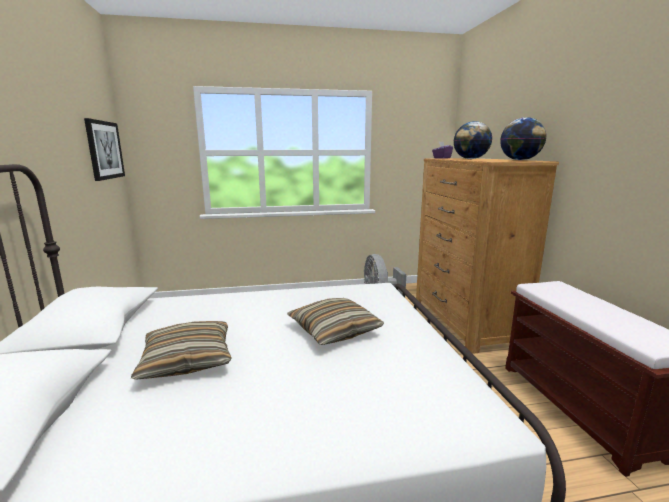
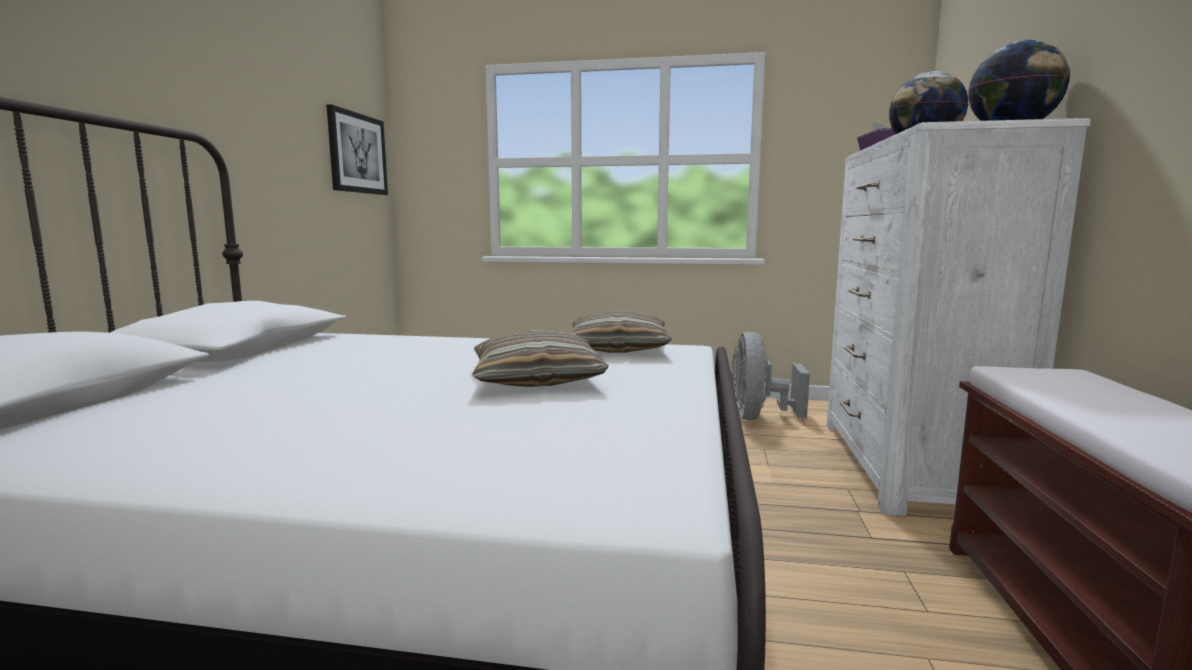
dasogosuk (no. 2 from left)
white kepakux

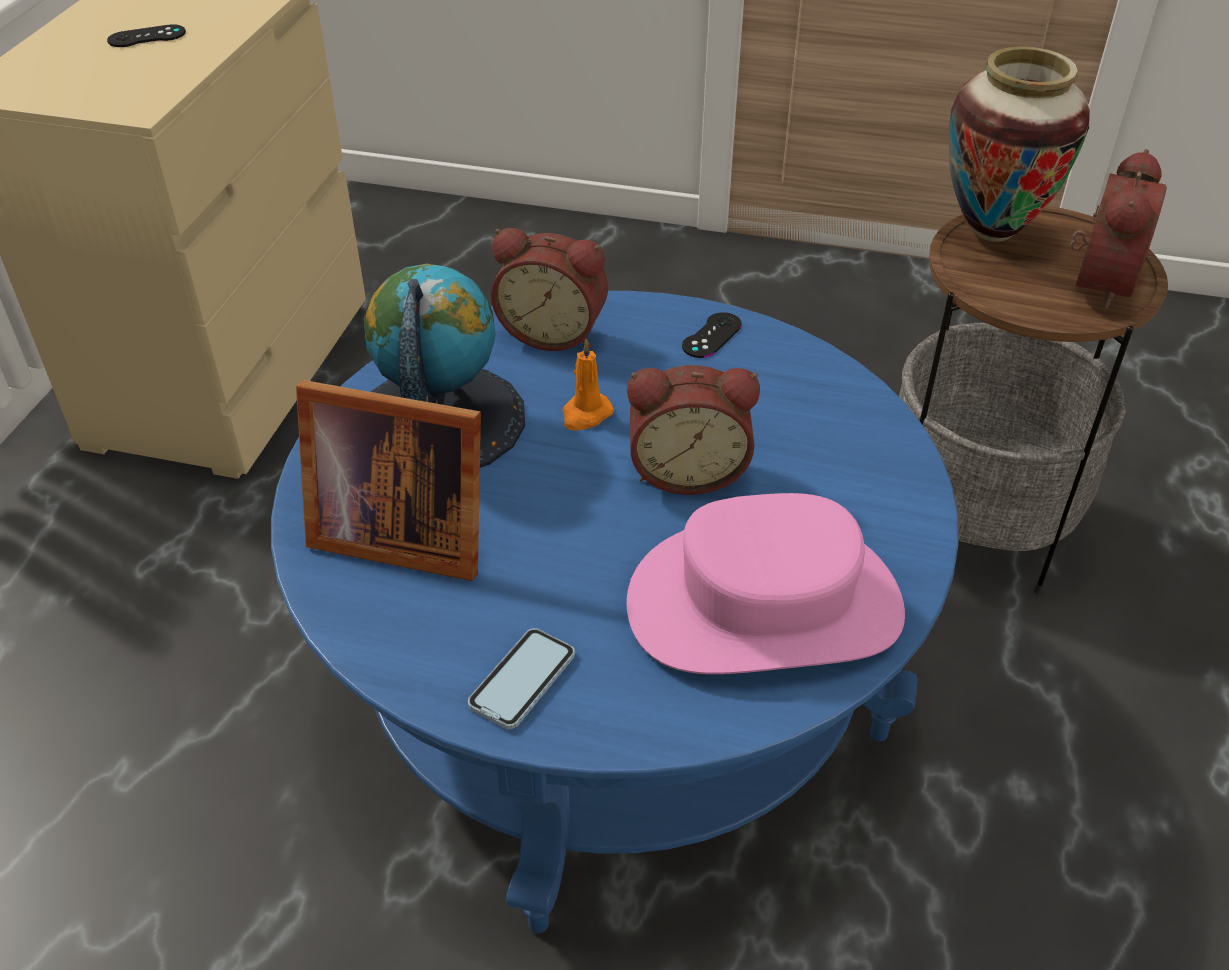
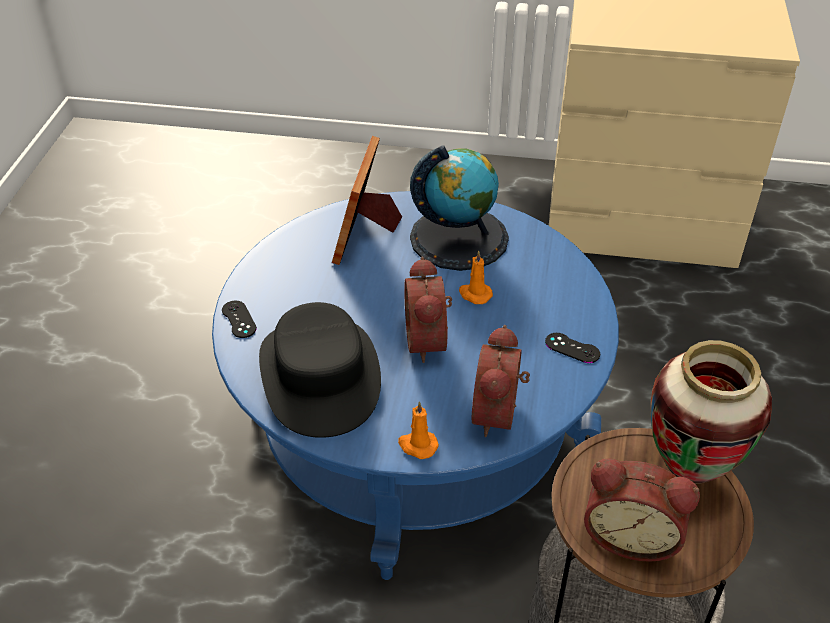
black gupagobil (no. 1 from left)
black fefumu
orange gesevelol (no. 1 from left)
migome (no. 2 from left)
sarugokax

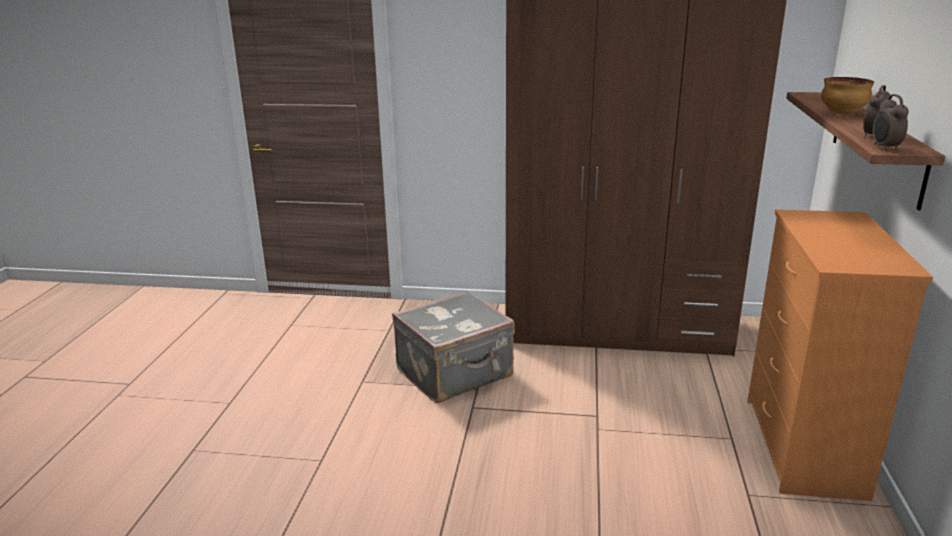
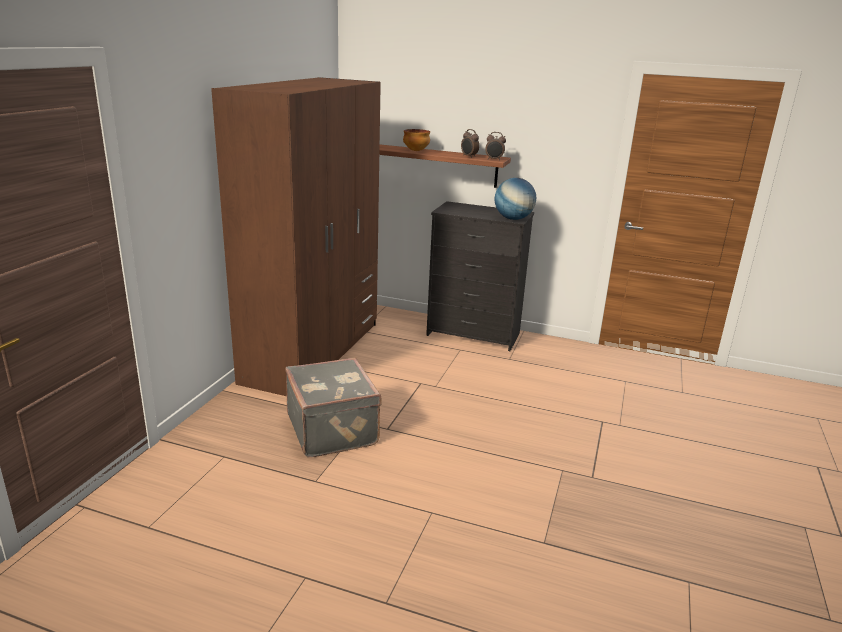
black kepakux
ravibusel

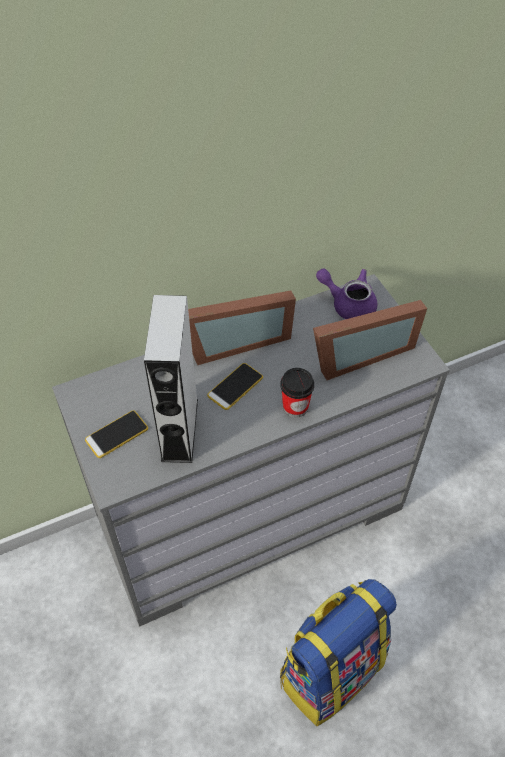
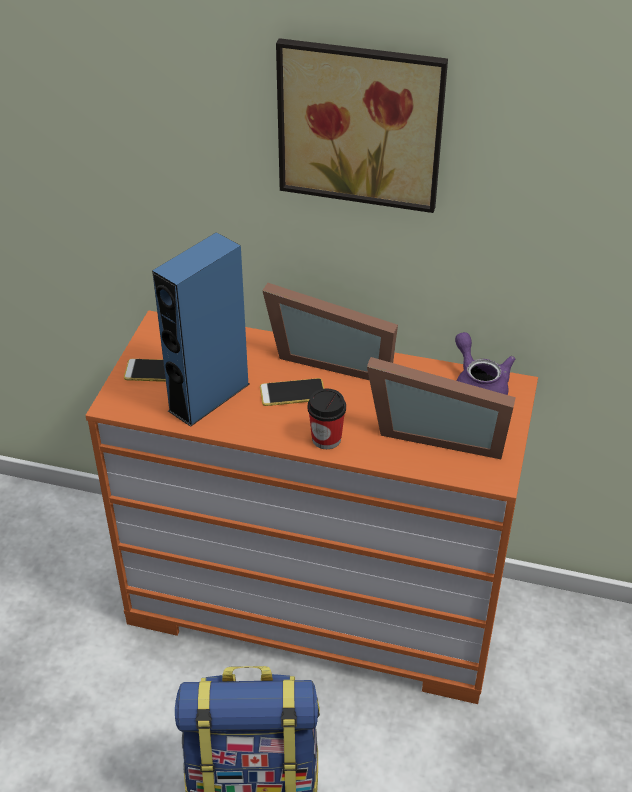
orange kepakux
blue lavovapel
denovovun

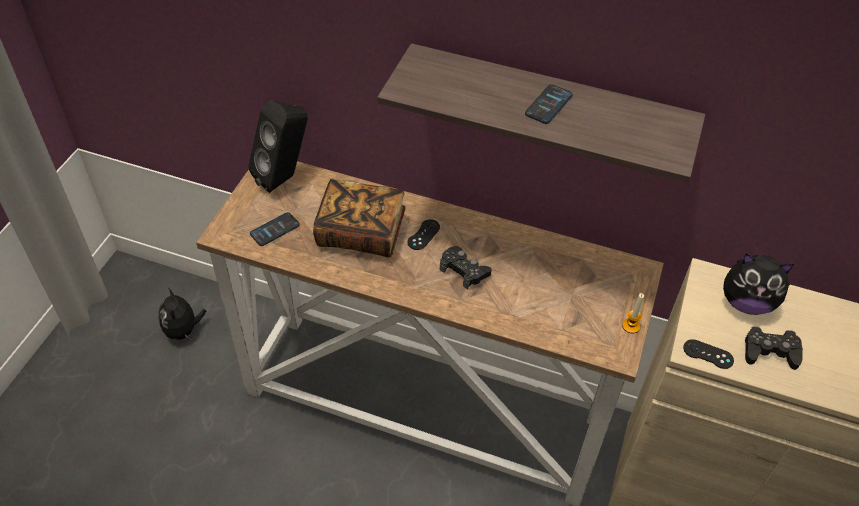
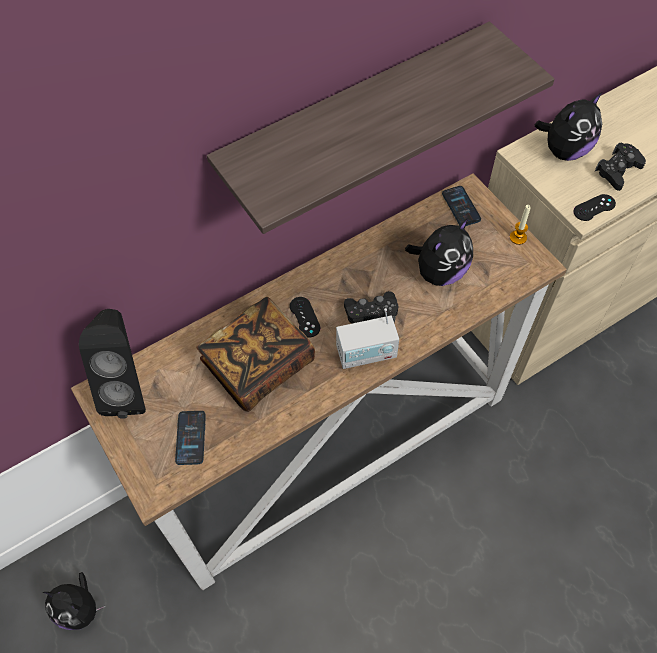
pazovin
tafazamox (no. 2 from left)
sarugokax (no. 2 from left)

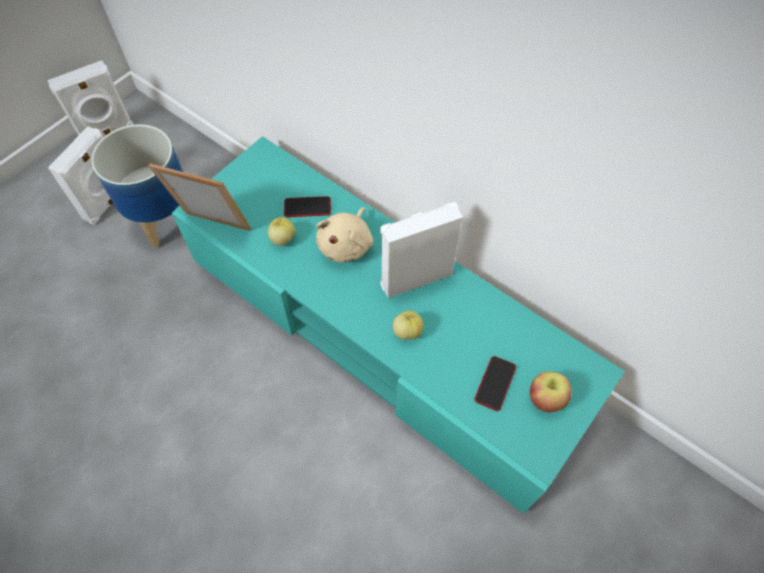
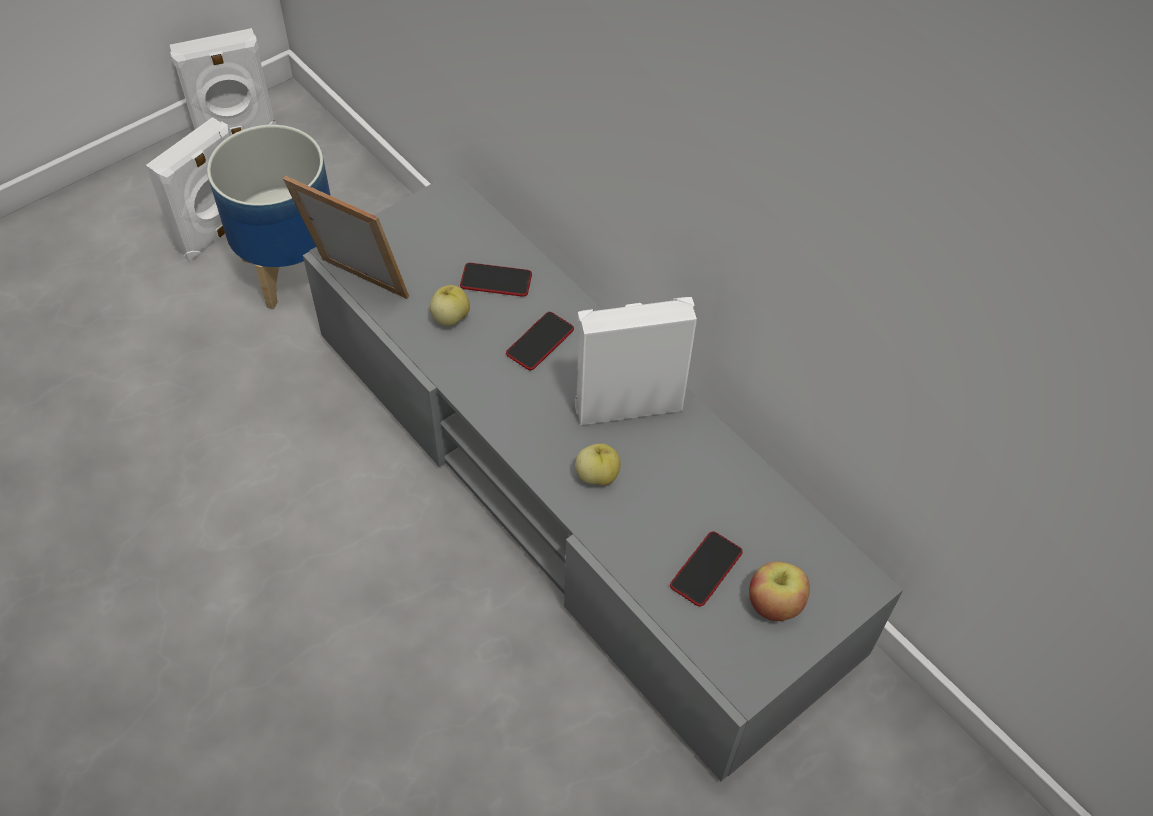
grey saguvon
sarugokax (no. 2 from left)

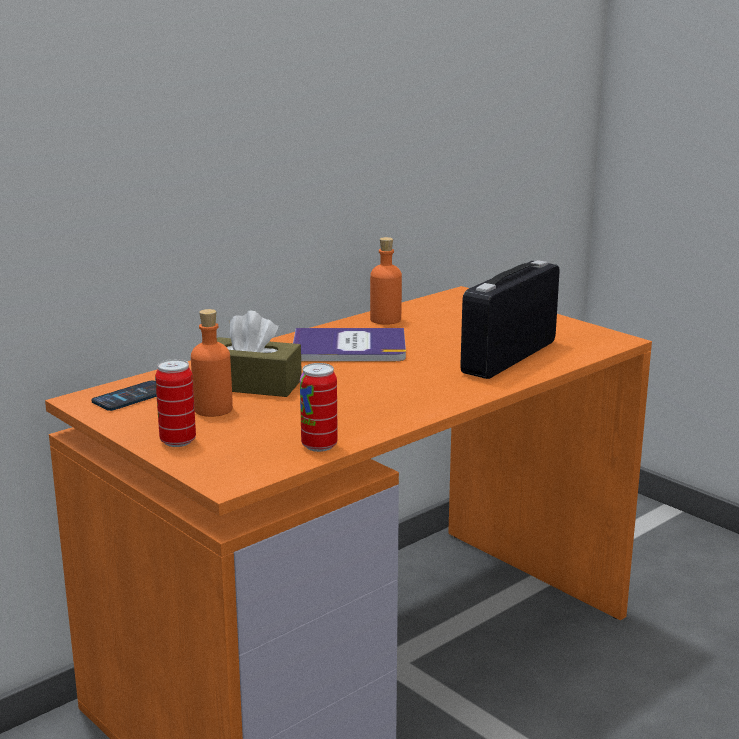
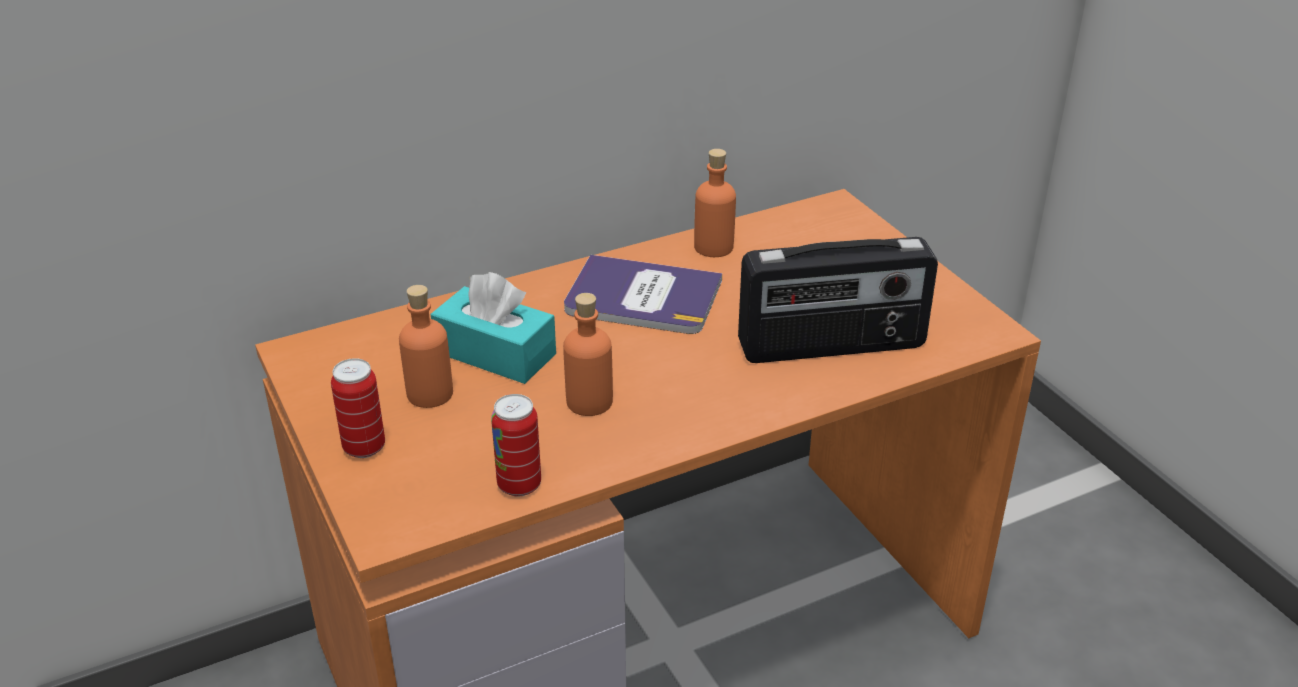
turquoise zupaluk
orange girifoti (no. 2 from left)
pazovin
sarugokax

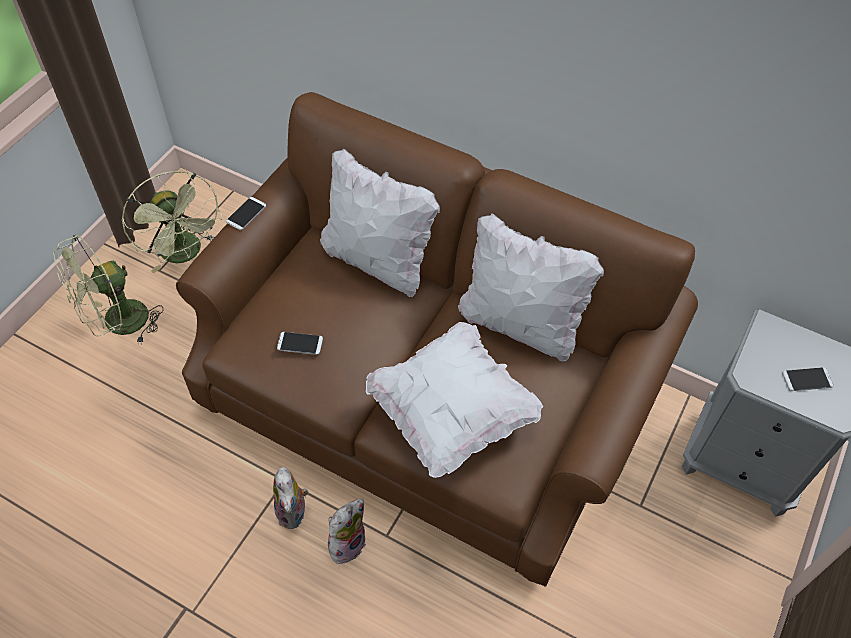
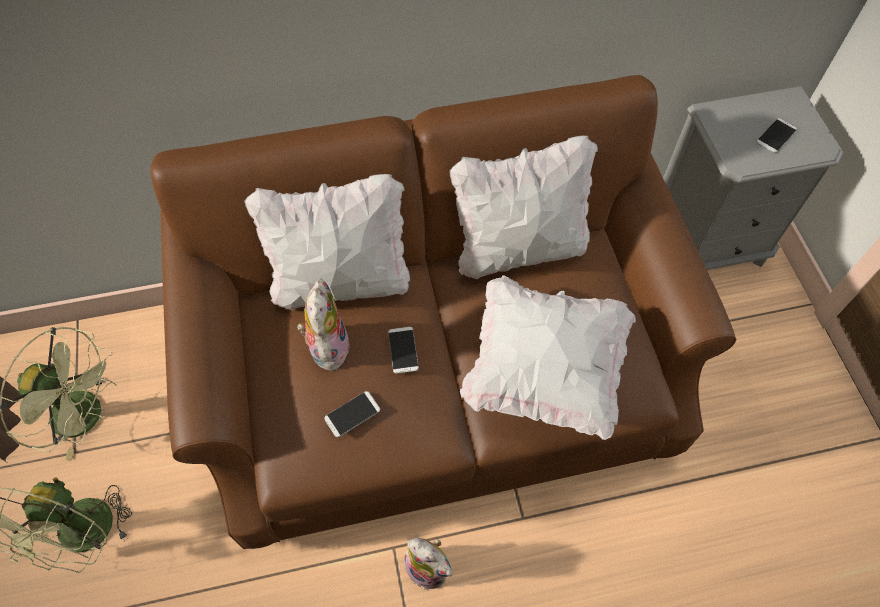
tafazamox (no. 1 from left)
sarugokax (no. 2 from left)

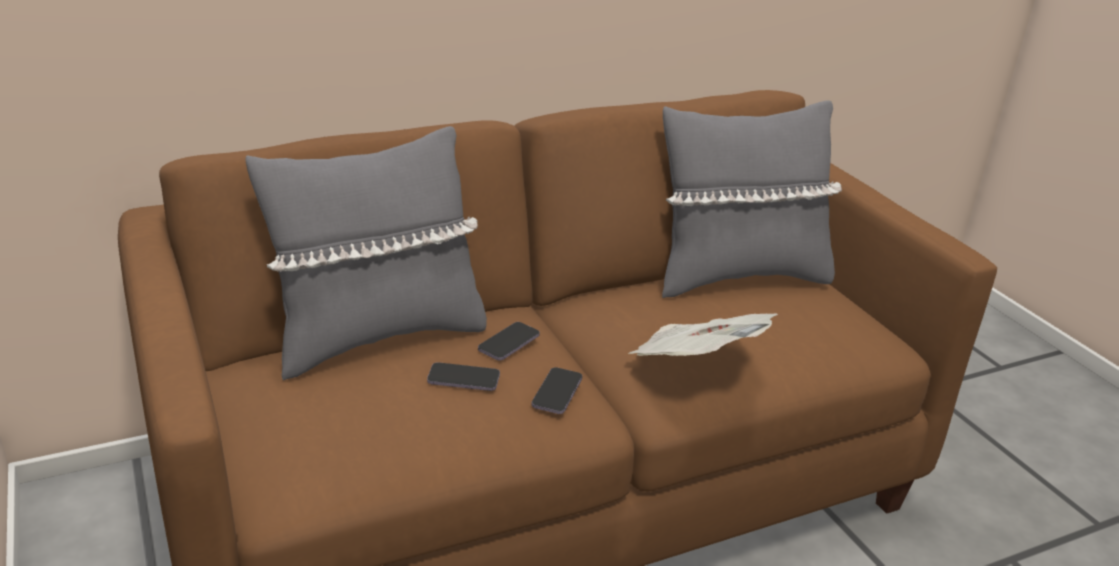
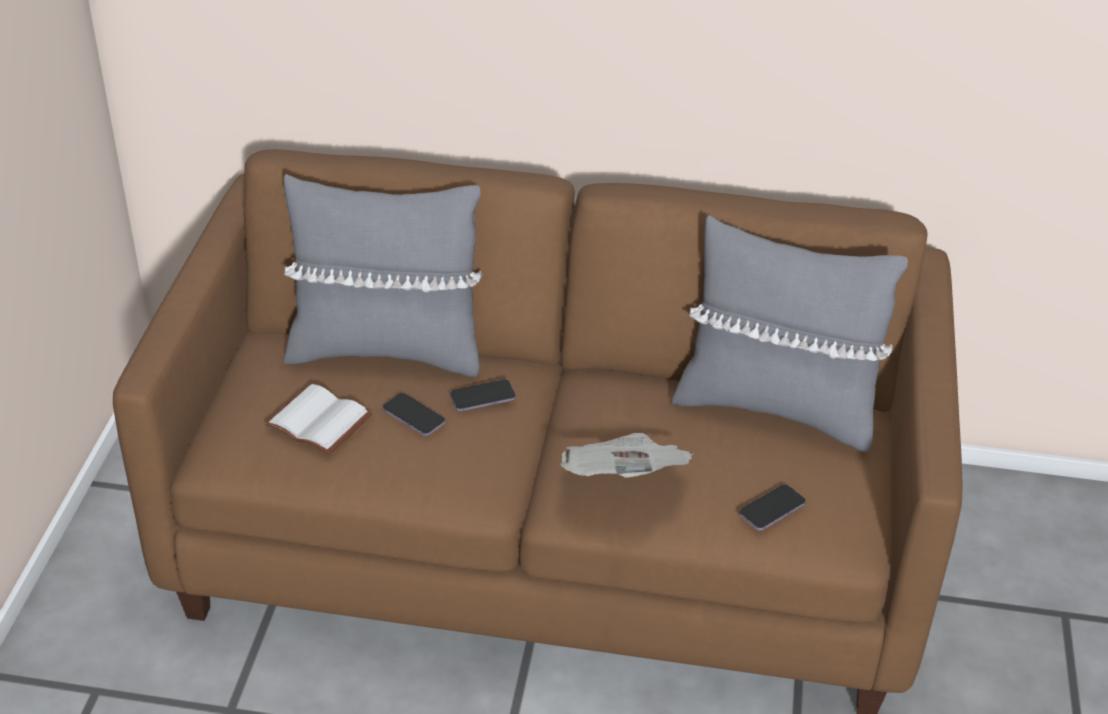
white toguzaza
sarugokax (no. 3 from left)

